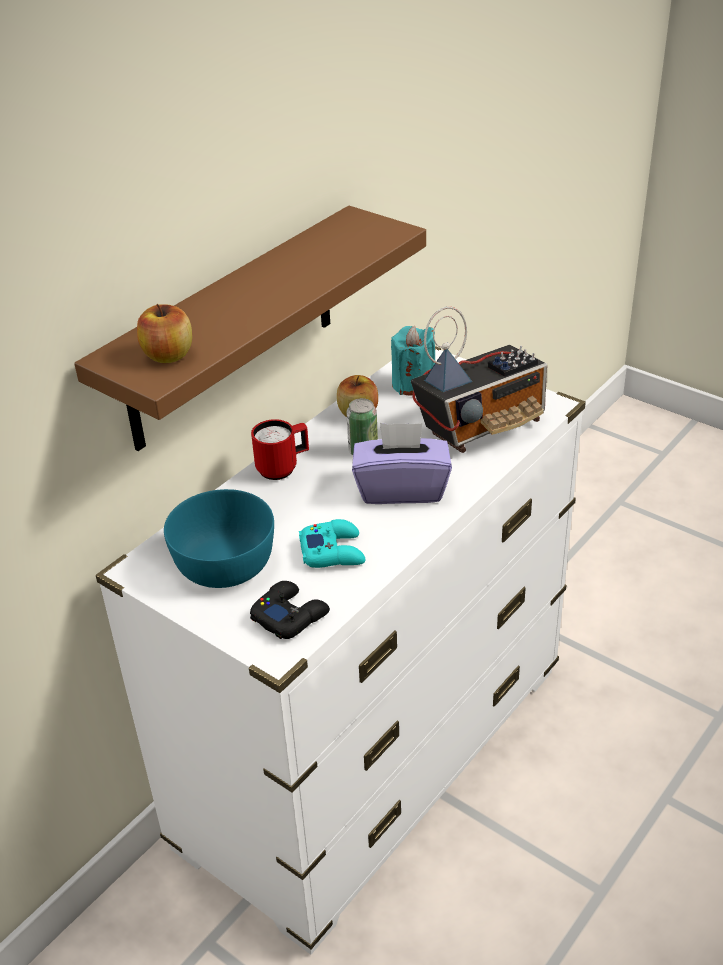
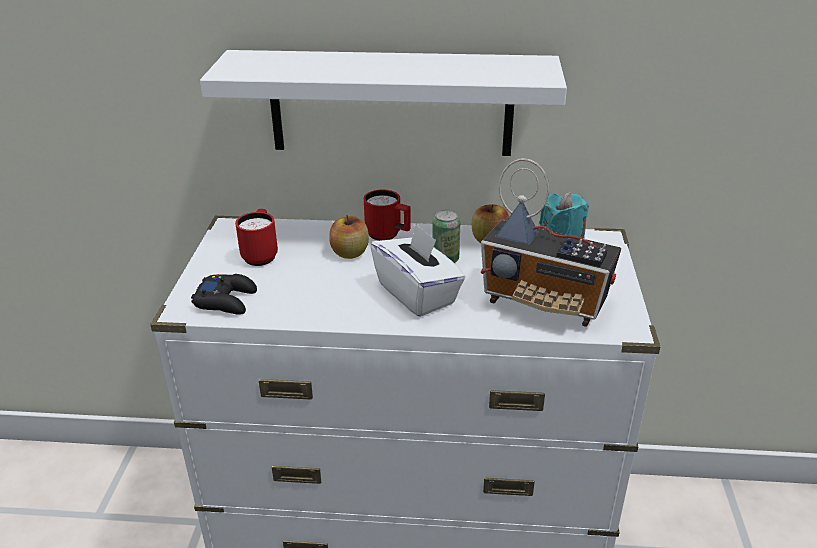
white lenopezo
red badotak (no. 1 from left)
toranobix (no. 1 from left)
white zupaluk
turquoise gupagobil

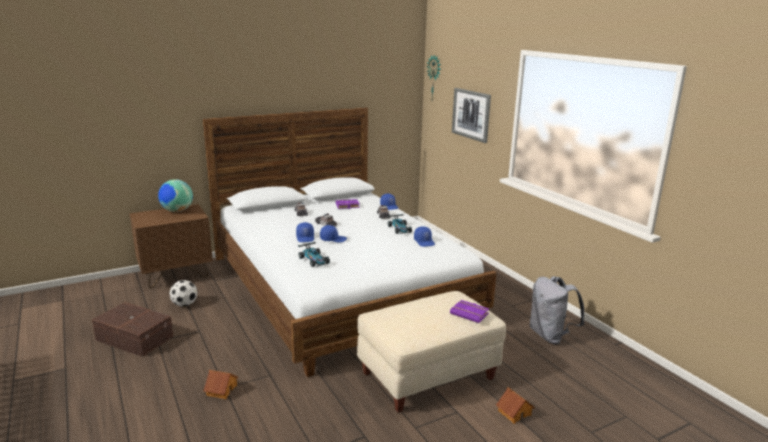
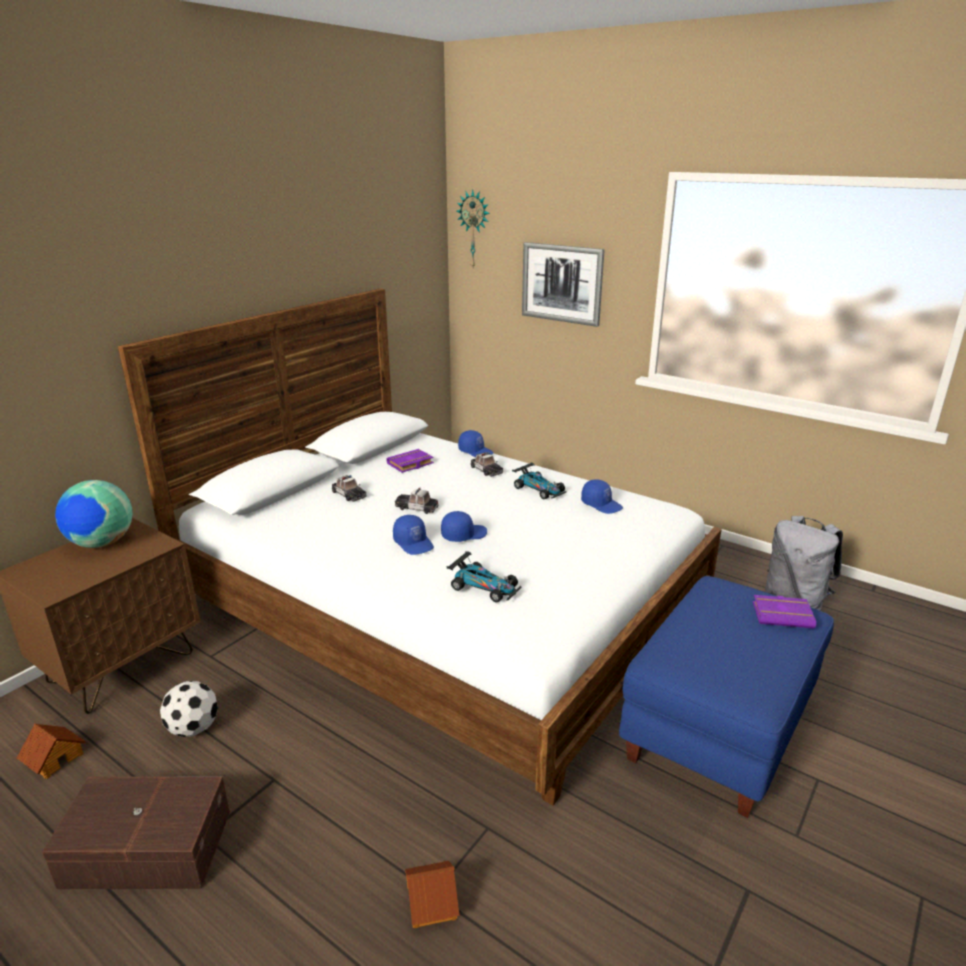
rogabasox (no. 1 from left)
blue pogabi

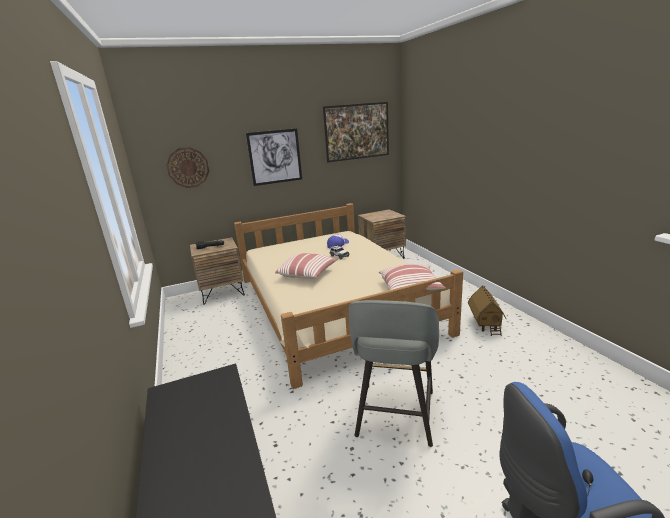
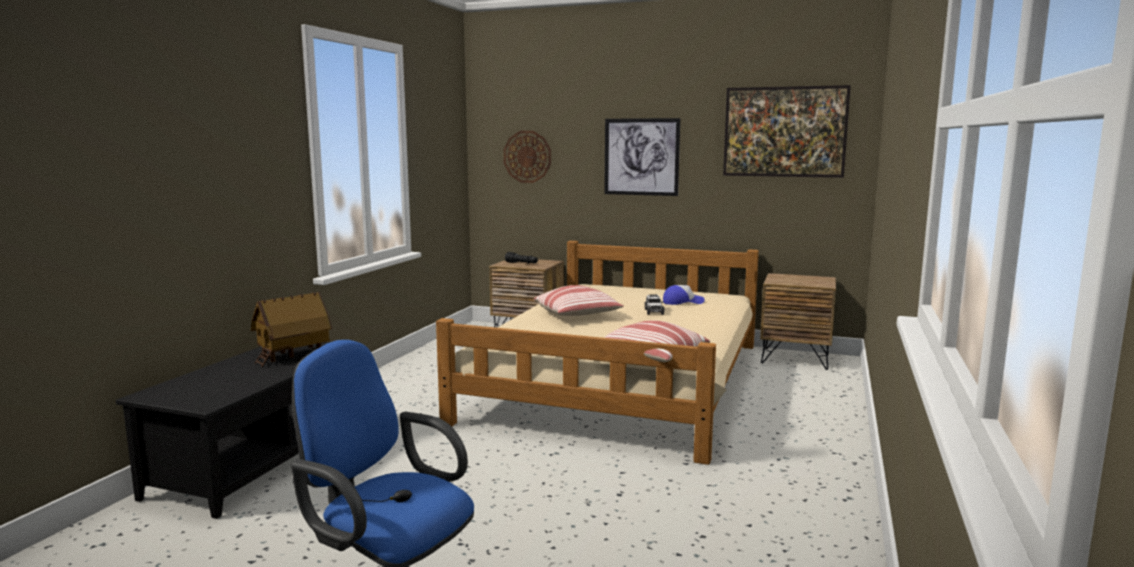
rogabasox
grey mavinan

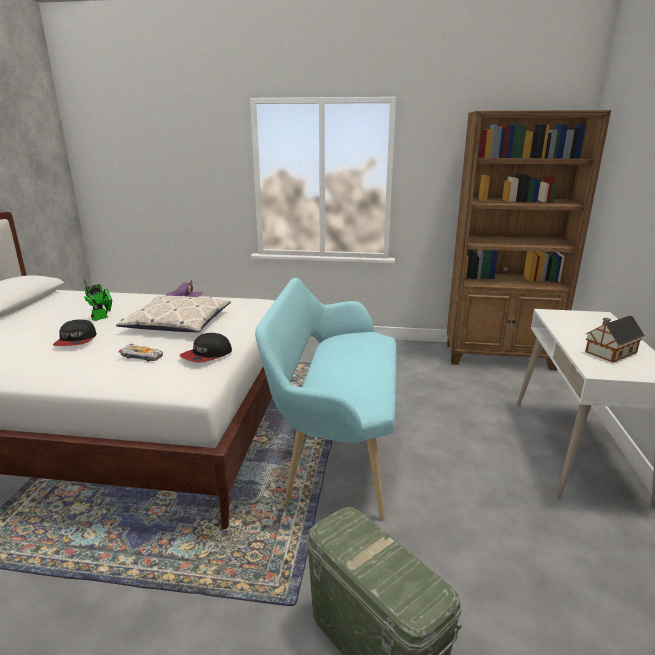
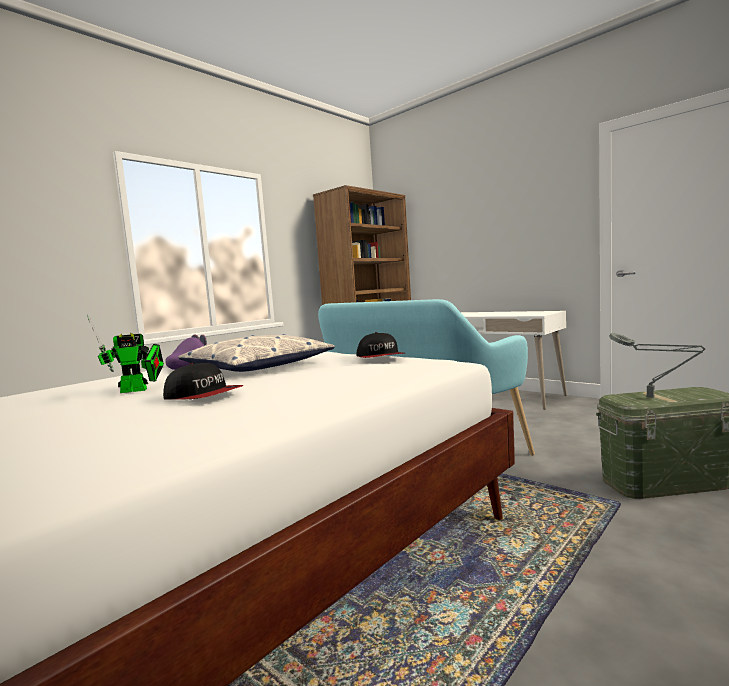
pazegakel
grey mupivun
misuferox
rogabasox

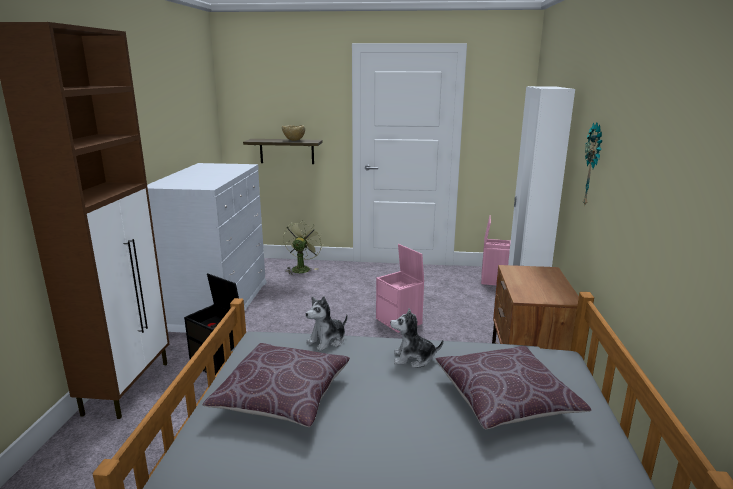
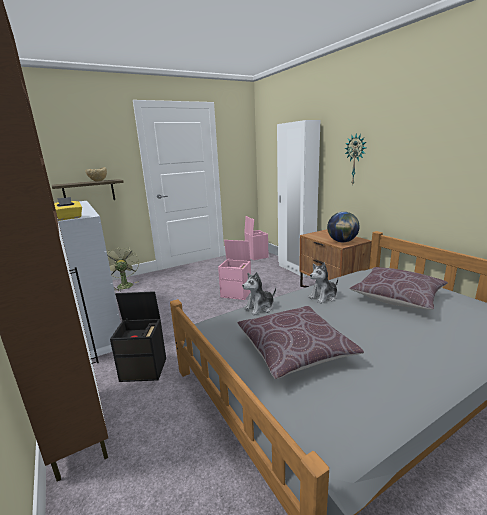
yellow zupaluk
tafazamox (no. 1 from left)
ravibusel

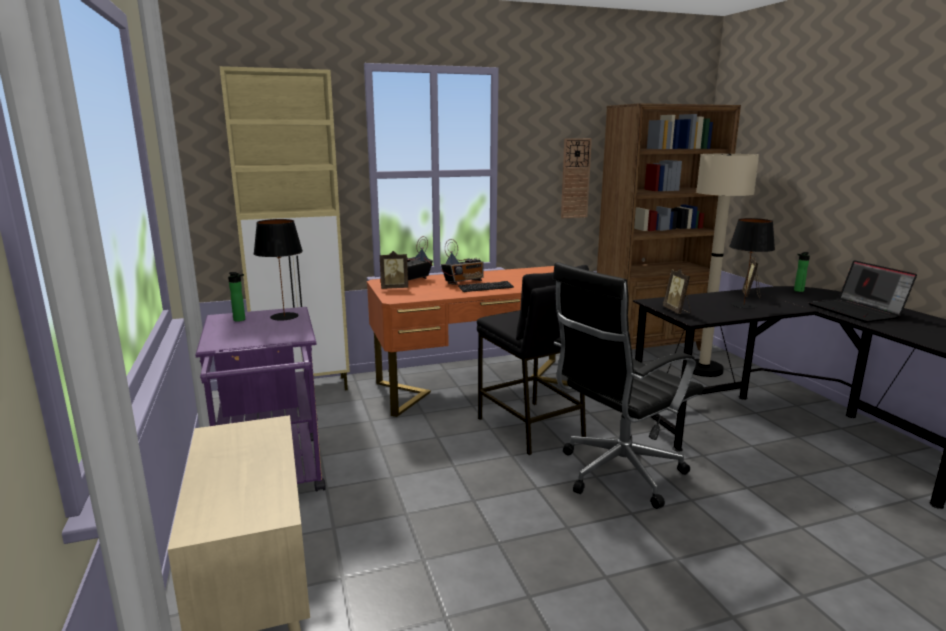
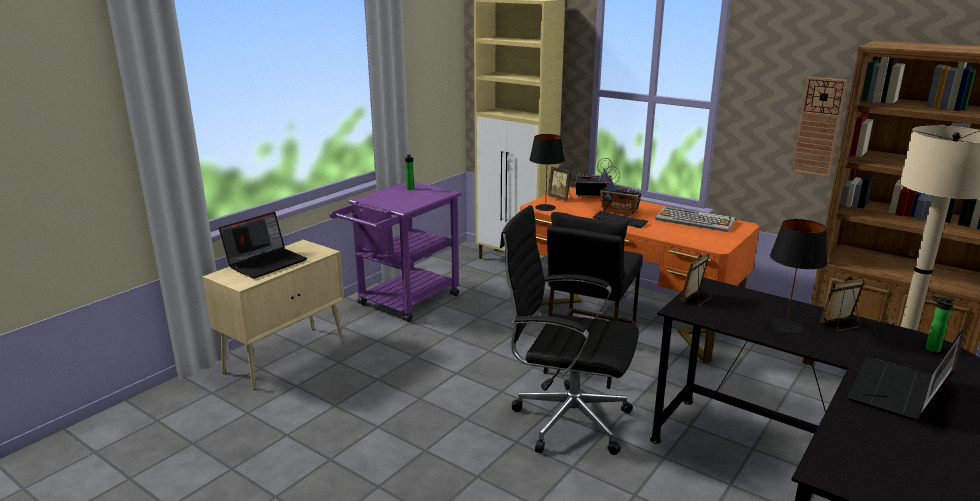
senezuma (no. 1 from left)
black mupivun (no. 1 from left)
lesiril (no. 2 from left)

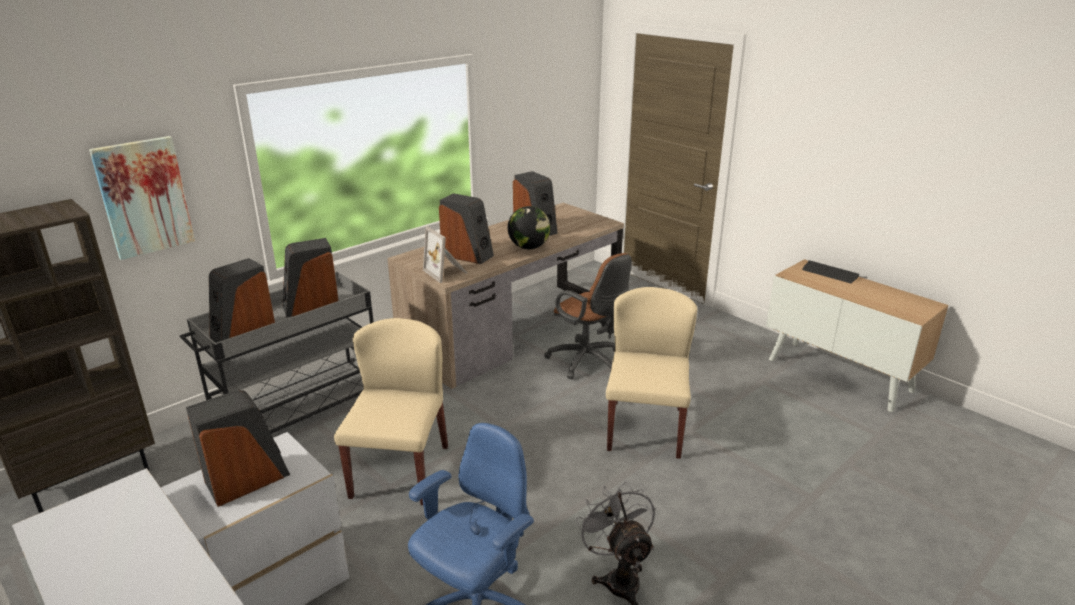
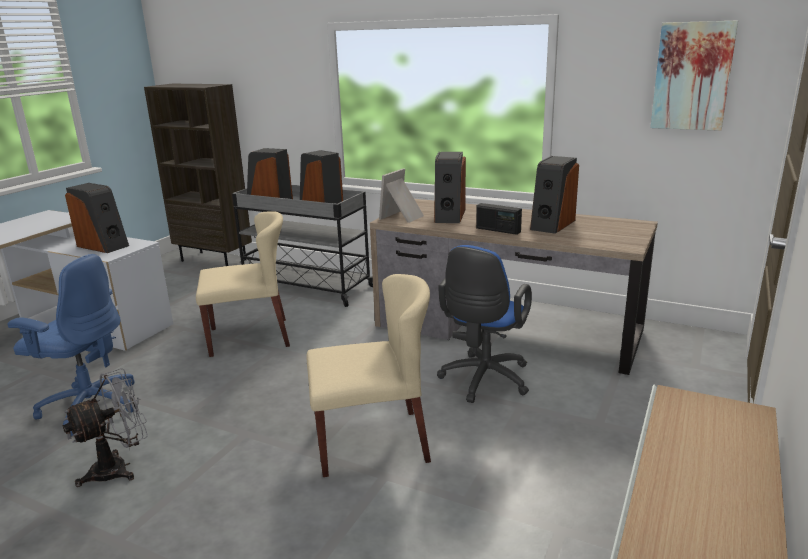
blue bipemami (no. 2 from left)
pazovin
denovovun
lesiril

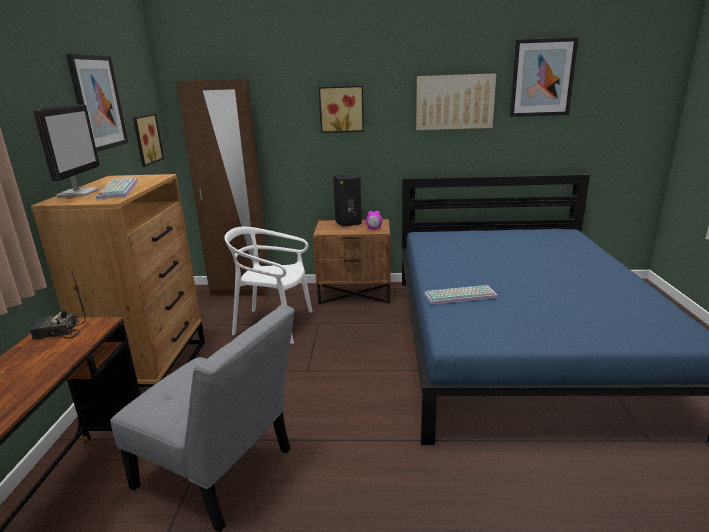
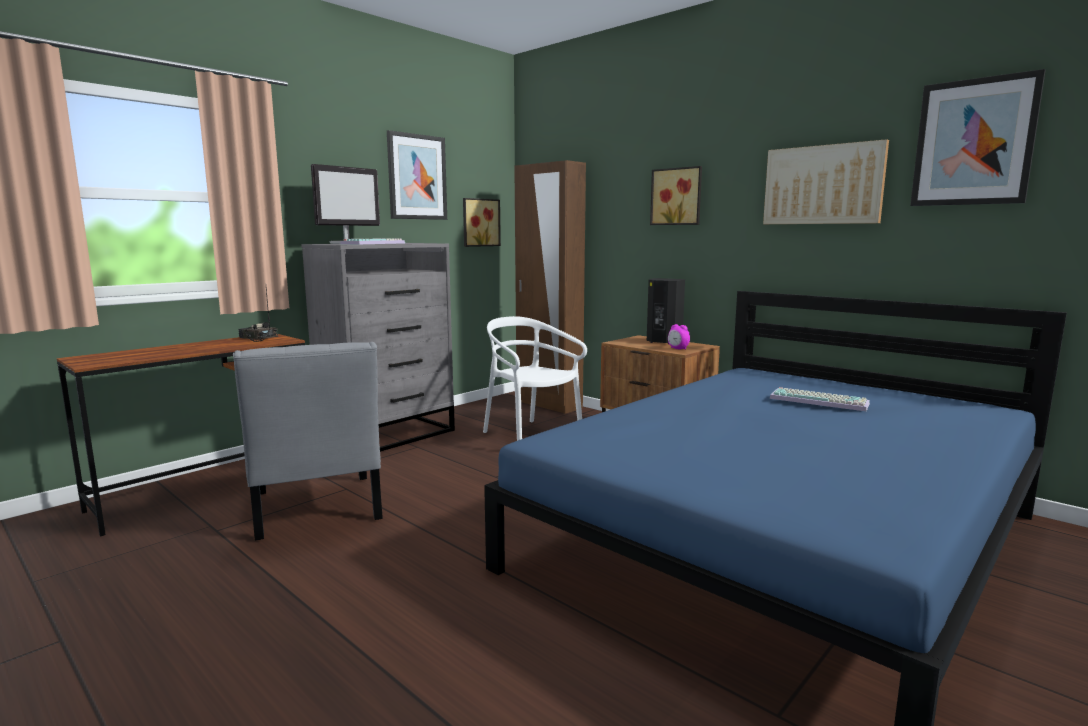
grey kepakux
lesiril (no. 2 from left)

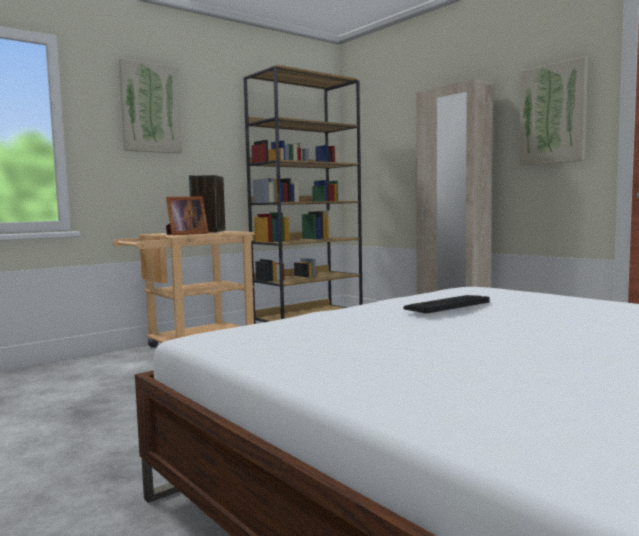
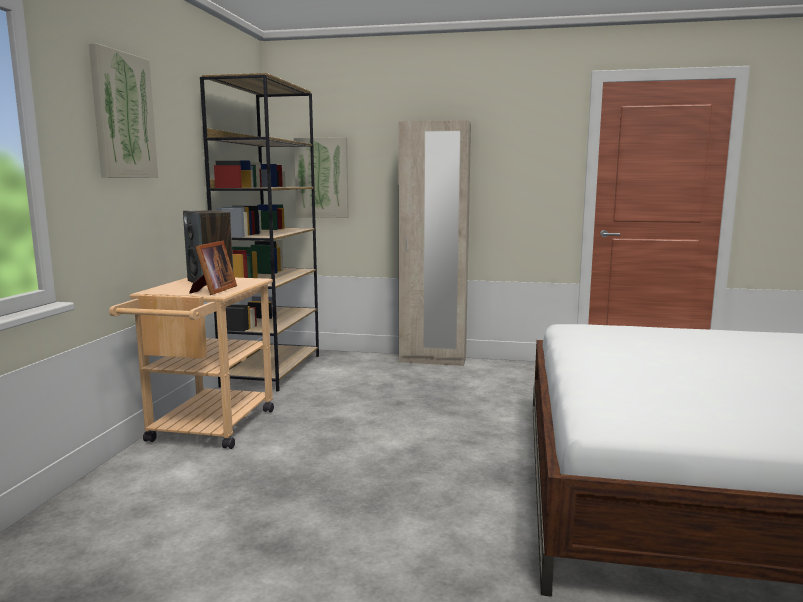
denovovun (no. 2 from left)
lesiril

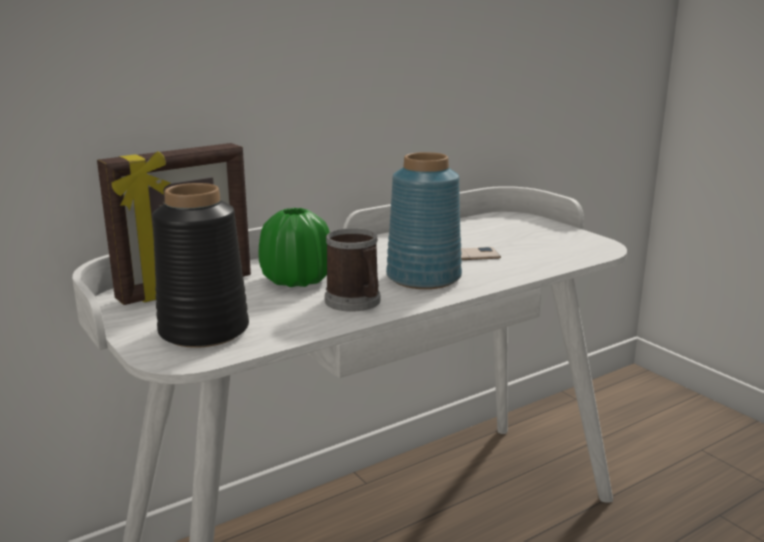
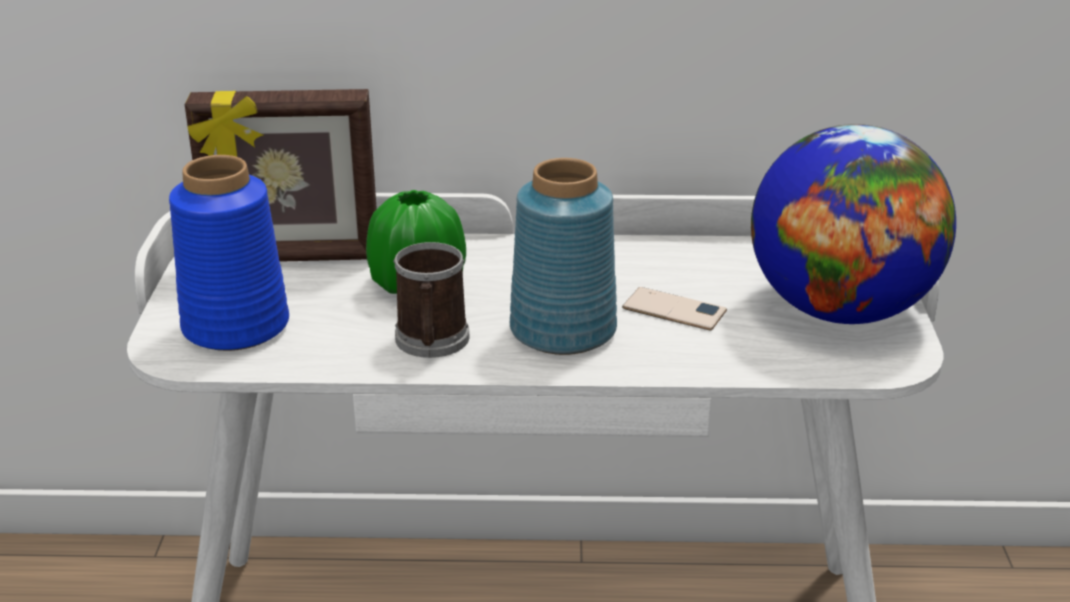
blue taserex (no. 1 from left)
ravibusel

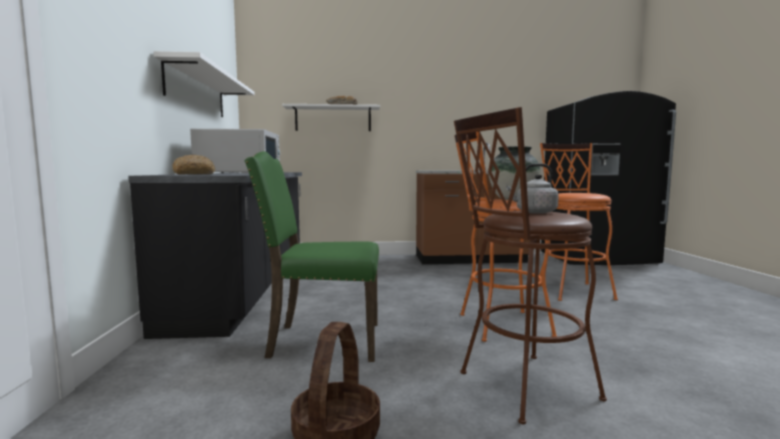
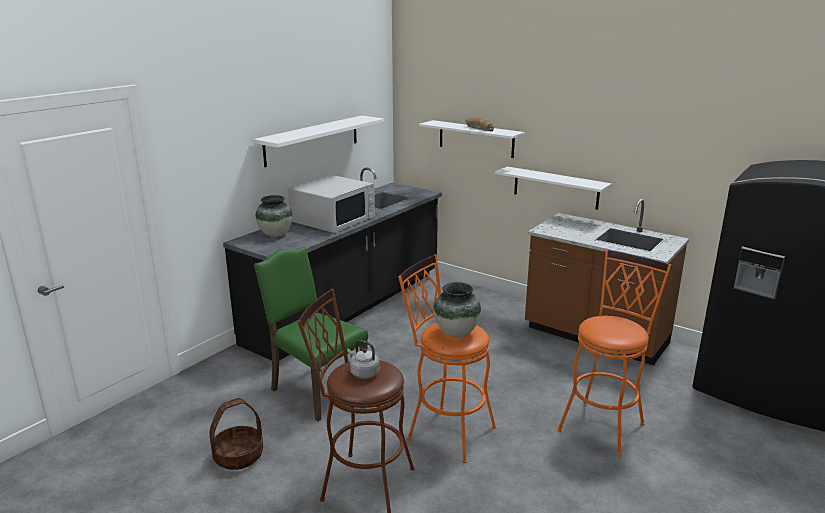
taserex (no. 1 from left)
white lenopezo (no. 3 from left)

